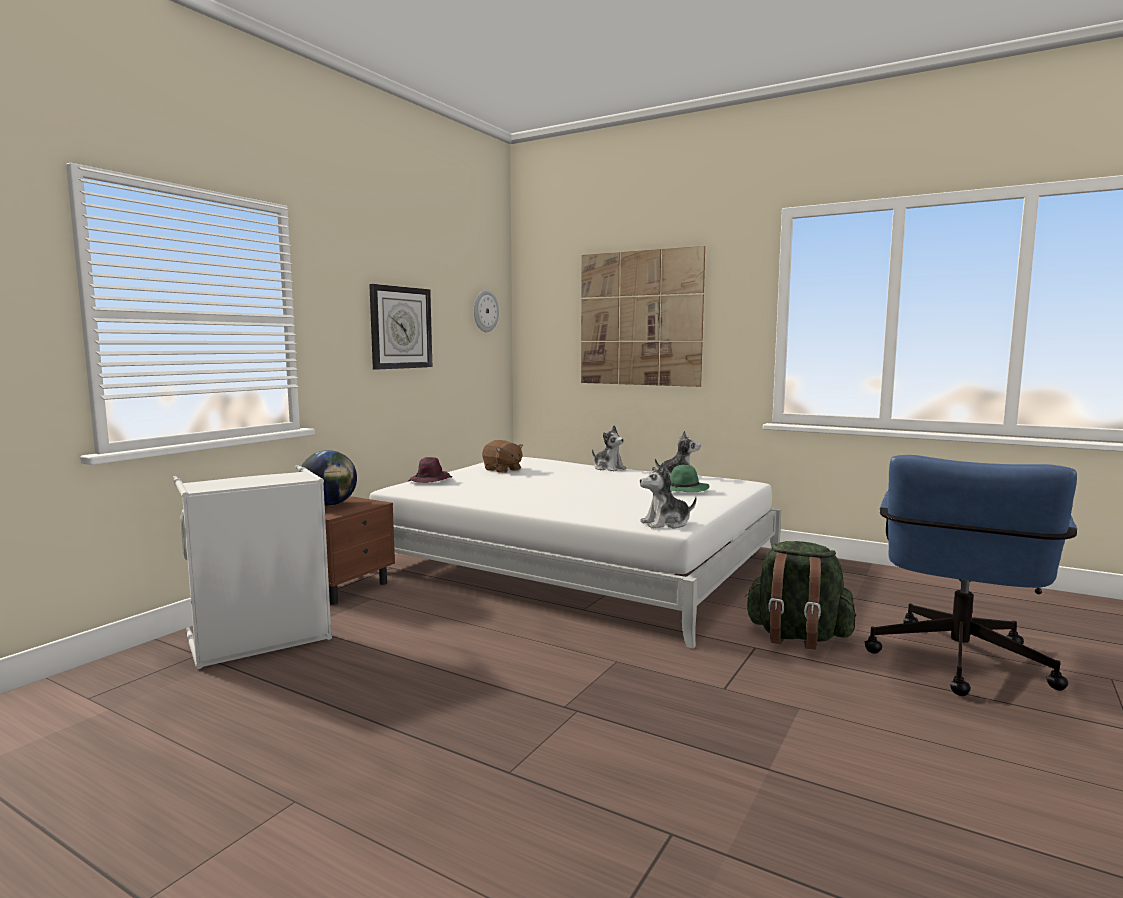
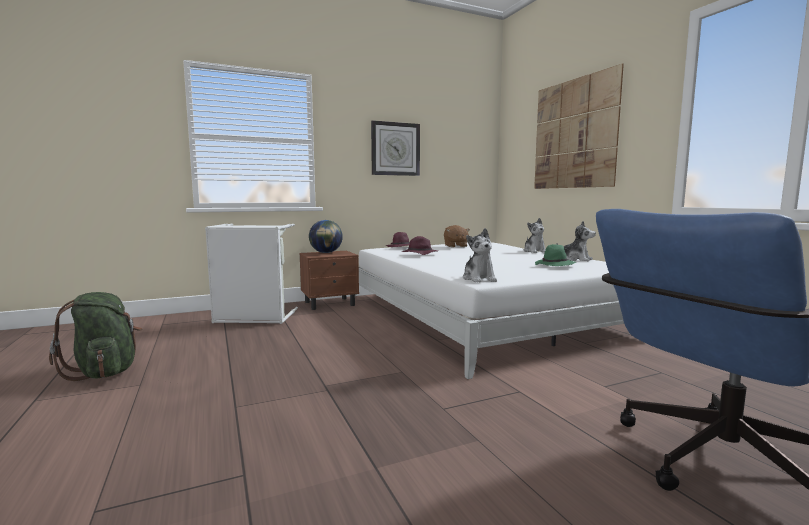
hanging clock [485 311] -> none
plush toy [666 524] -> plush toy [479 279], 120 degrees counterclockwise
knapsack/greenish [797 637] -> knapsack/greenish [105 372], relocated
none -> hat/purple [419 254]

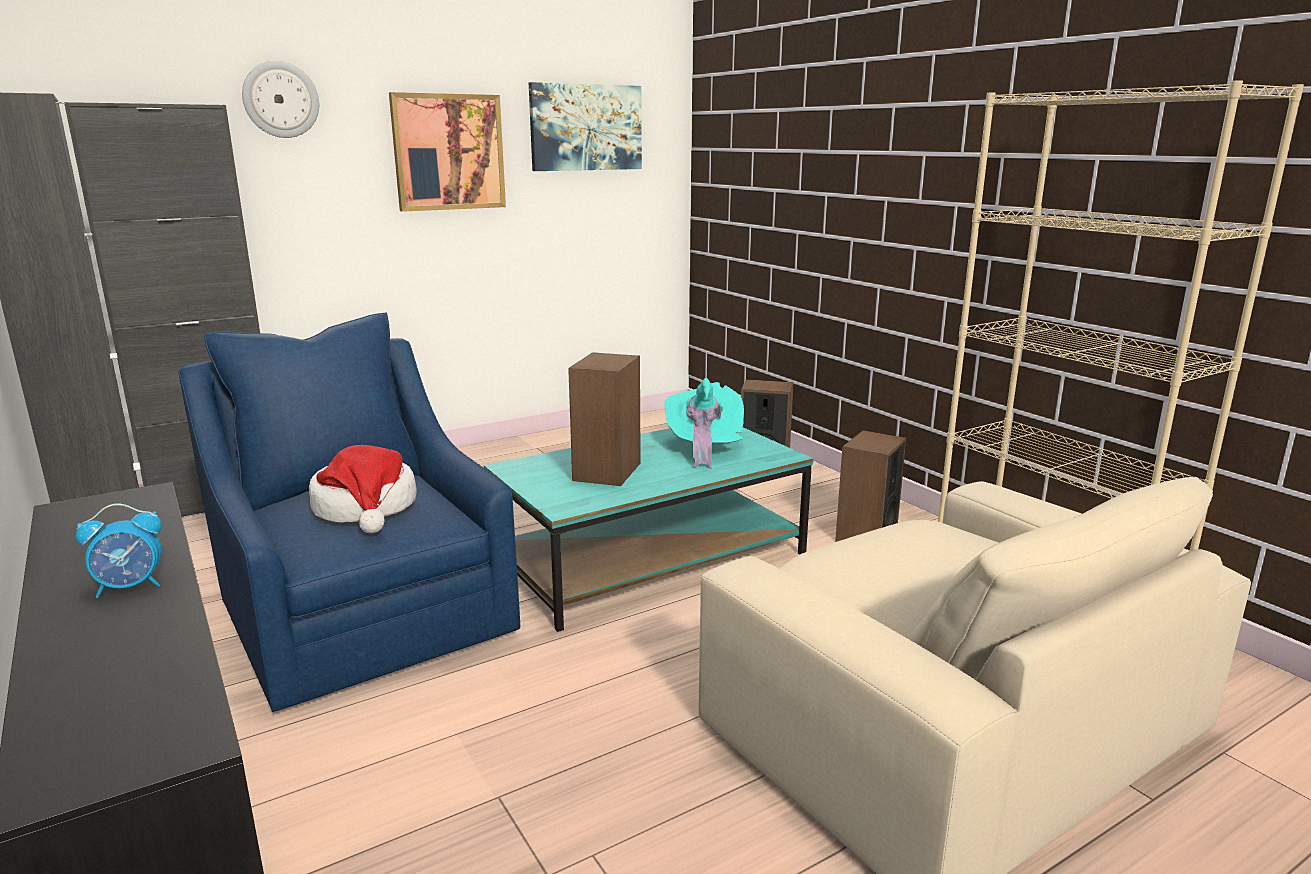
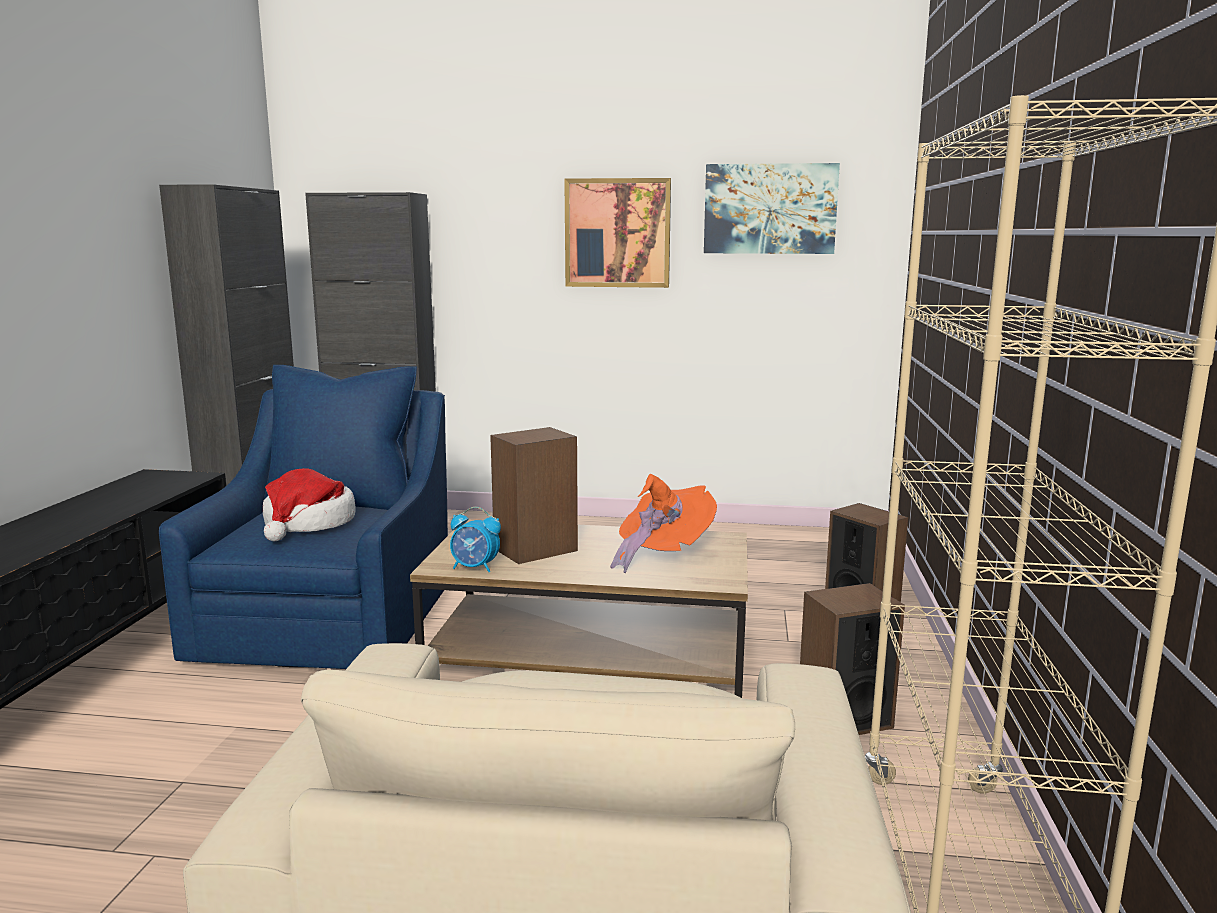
alarm clock [131 587] -> alarm clock [475 568], relocated
hanging clock [281 99] -> none
low table/turquoise [652 557] -> low table/brownish [592 657]
hat/turquoise [703 448] -> hat/orange [661 554]

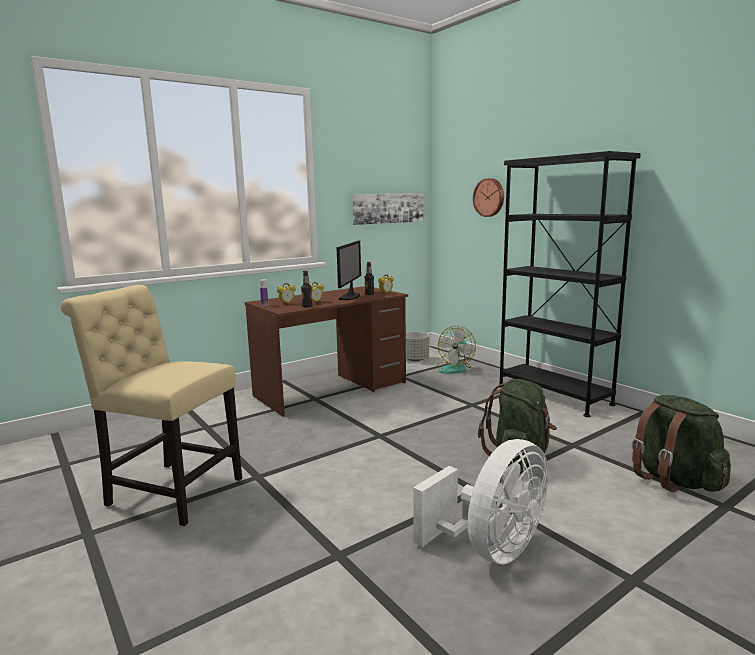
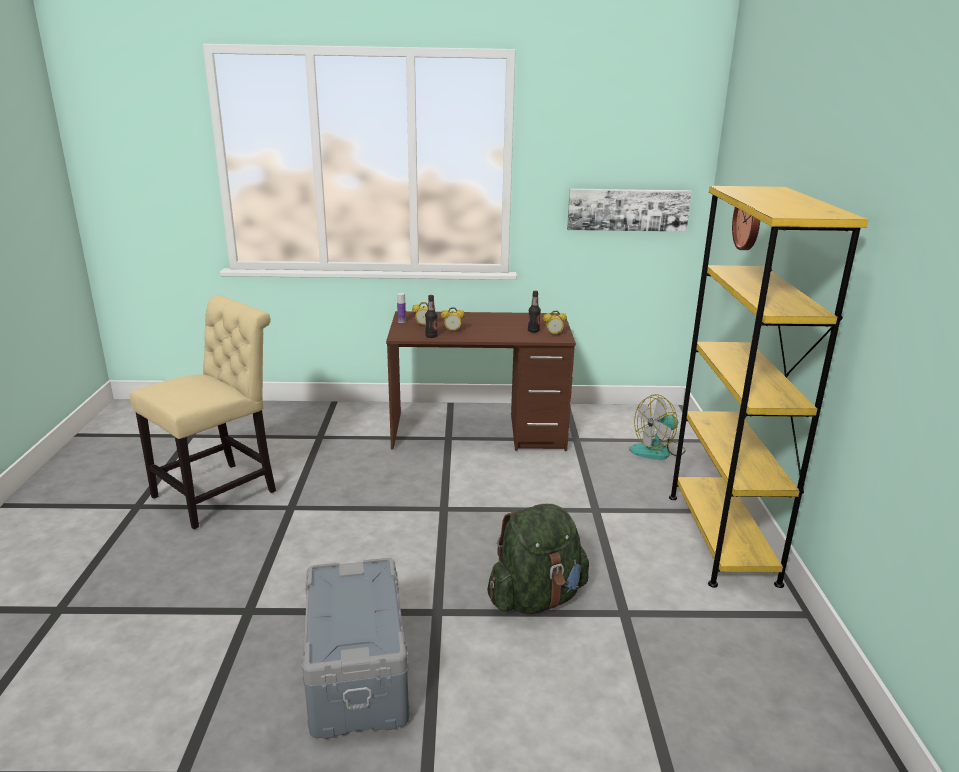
upright chair/sand-coloured [170 491] -> upright chair/sand-coloured [221 492], 75 degrees clockwise
monitor [350 297] -> none
planter/grey [415 359] -> none
cooling fan/white-coloured [491 549] -> storage box/grey [359 674]
bookcase/black [553 395] -> bookcase/yellow [721 537]
knapsack/greenish [674 480] -> none

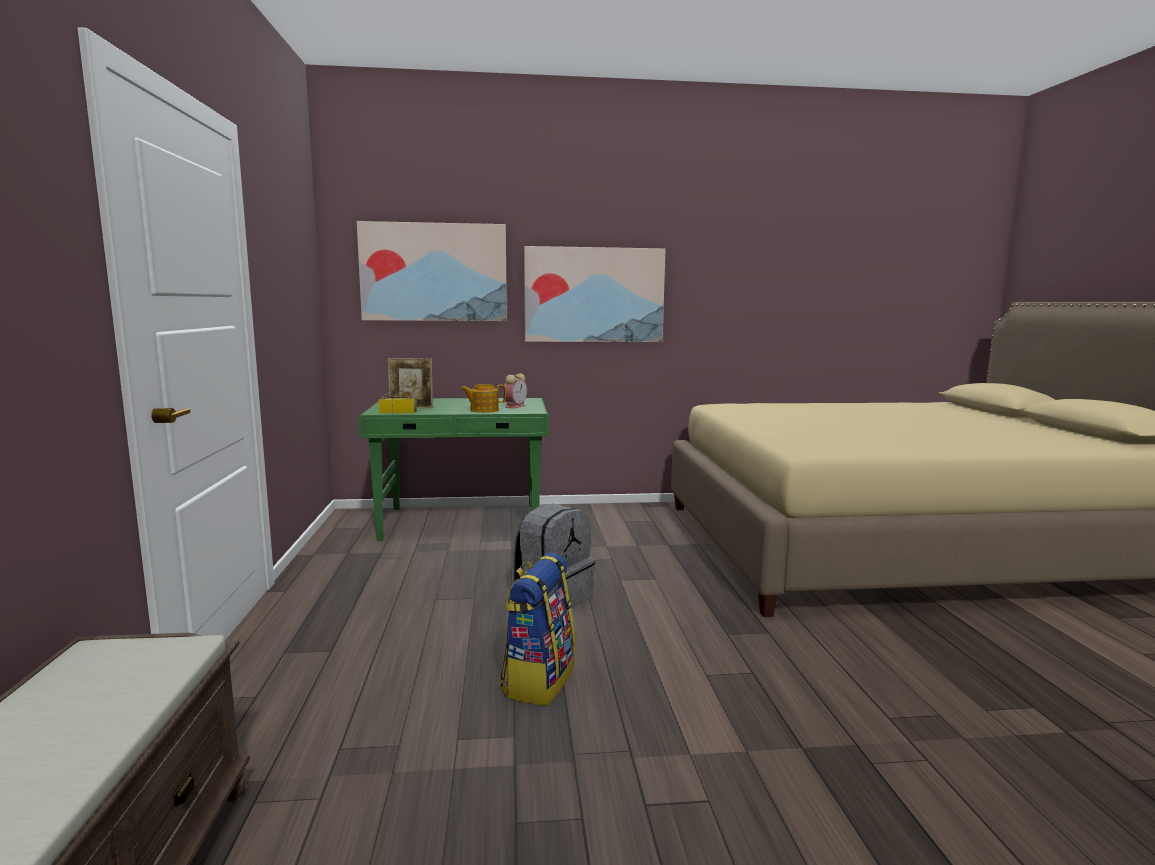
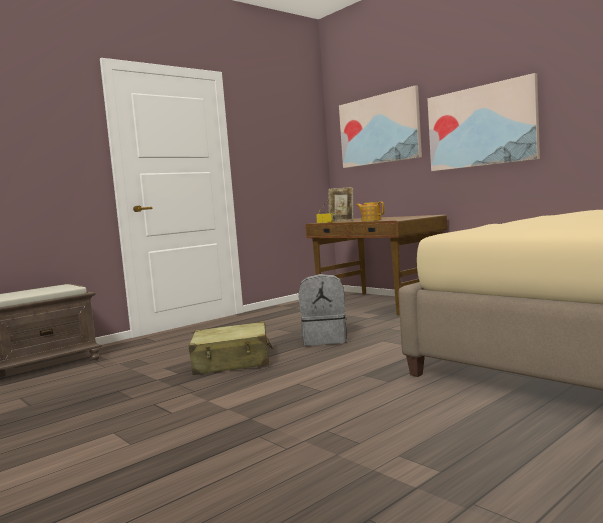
desk/greenish [463 522] -> desk/brownish [379 303]
knapsack [538 680] -> piece of luggage/sand-coloured [232 362]
alarm clock [515 406] -> none

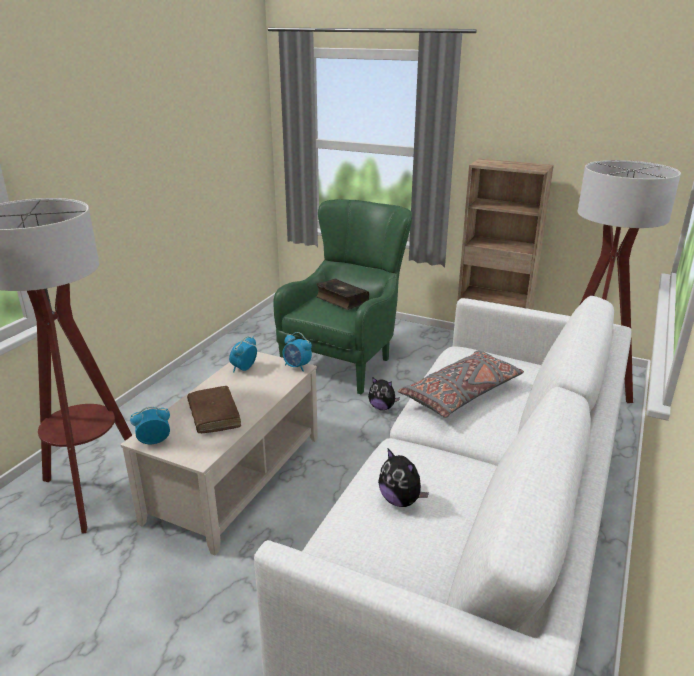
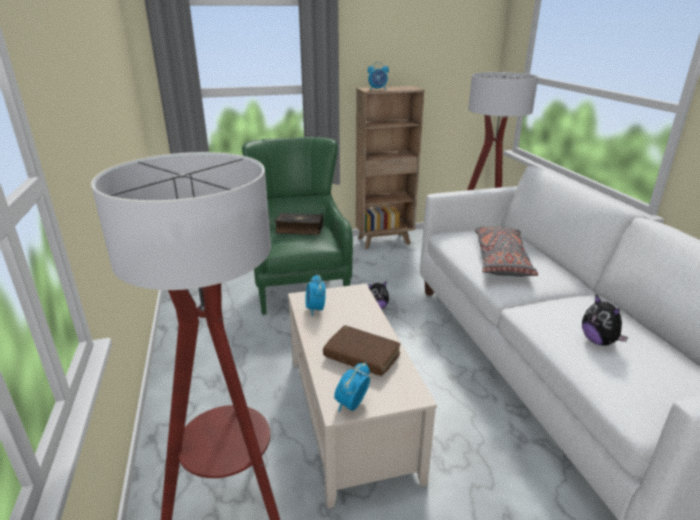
alarm clock [297 366] -> alarm clock [378 89], relocated
plush toy [400 500] -> plush toy [598 341], 60 degrees clockwise

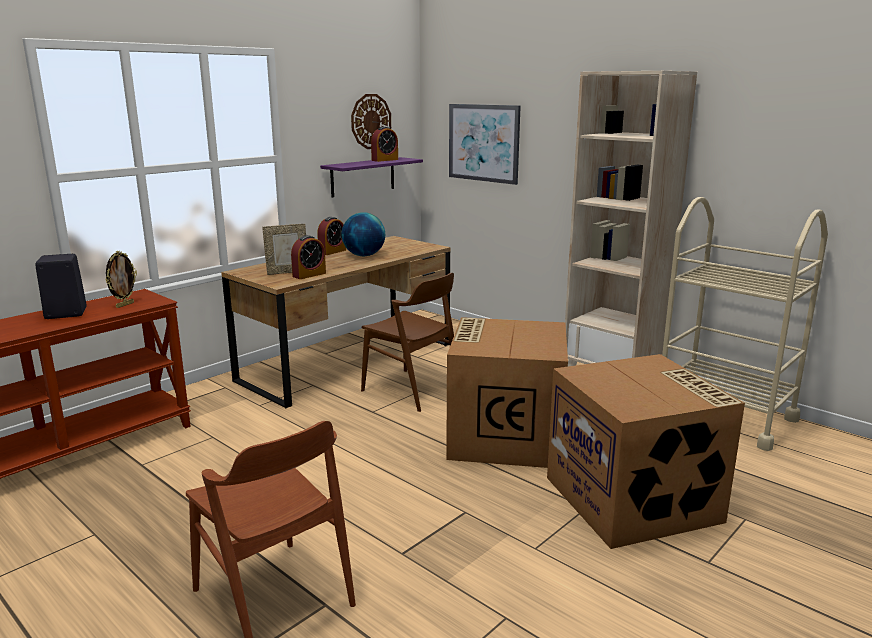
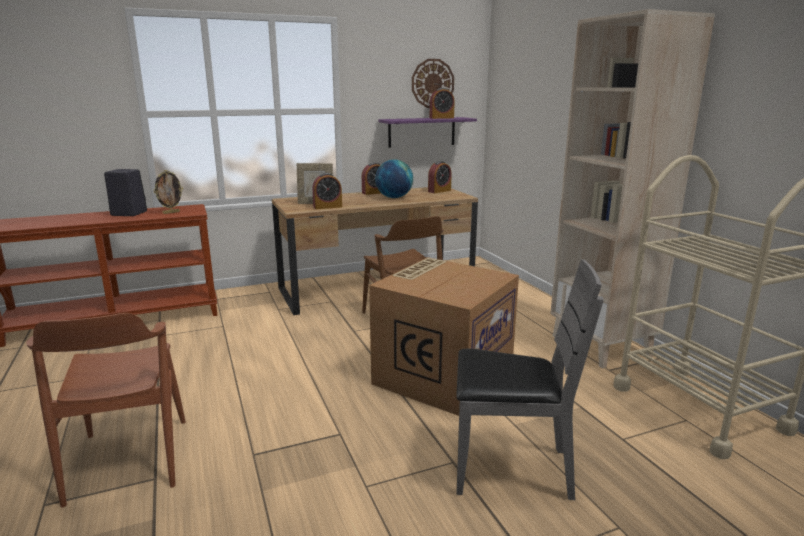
wall art [483 143] -> none
cardboard box [634 500] -> upright chair/grey [510 468]
none -> alarm clock [439 191]

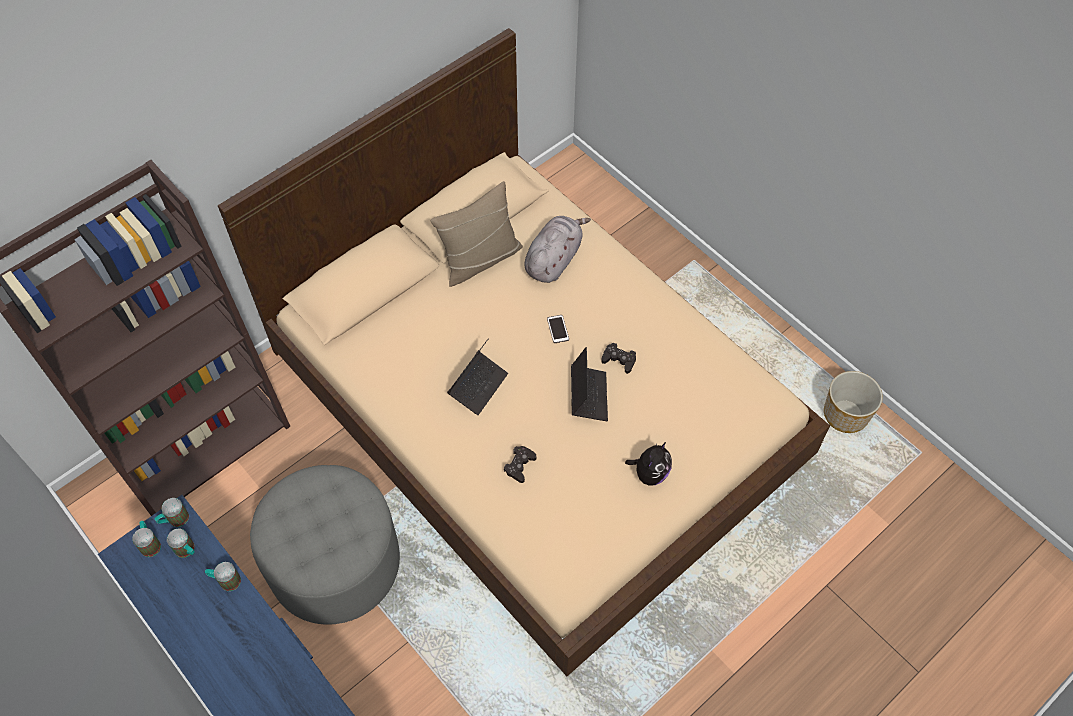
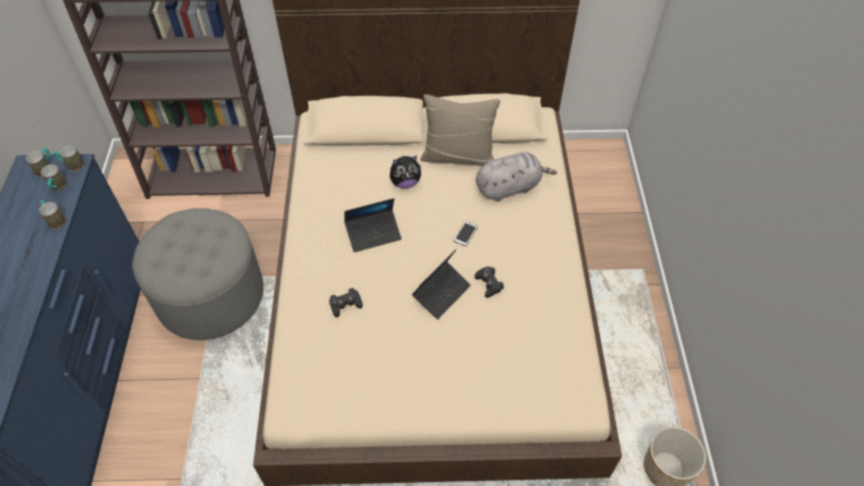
plush toy [650 473] -> plush toy [405 182], relocated

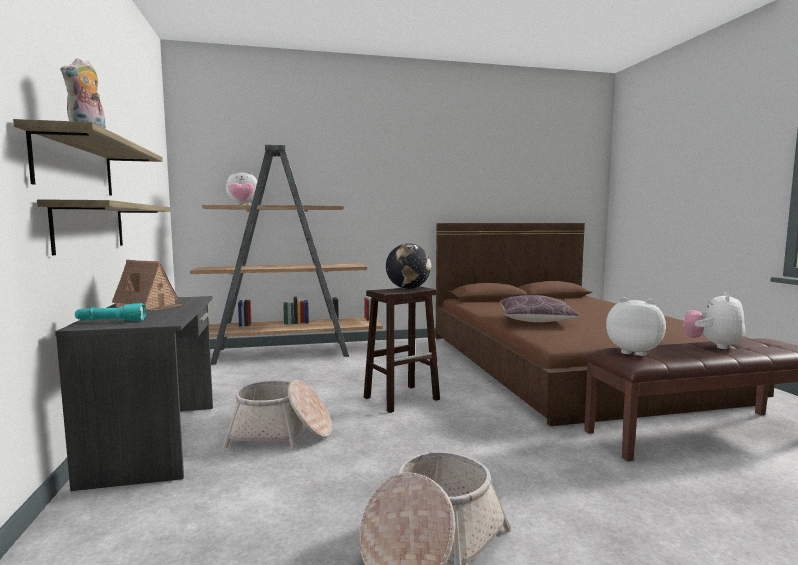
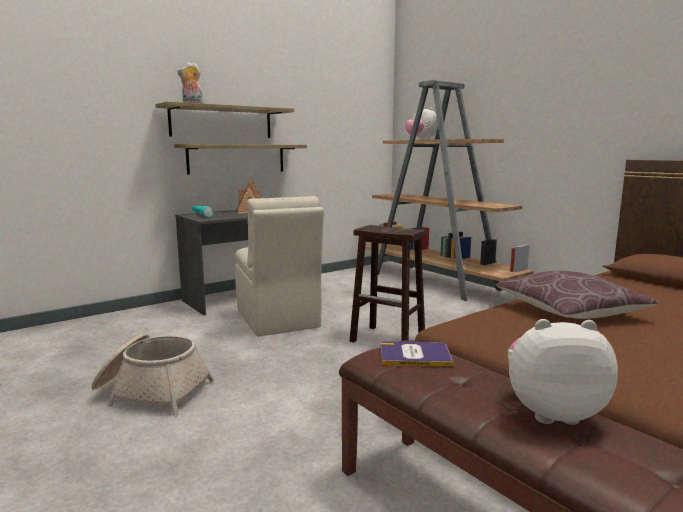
storage basket [281 434] -> upright chair/sand-coloured [278 320]
globe [408 288] -> none
plush toy [633 352] -> bound book [415 355]

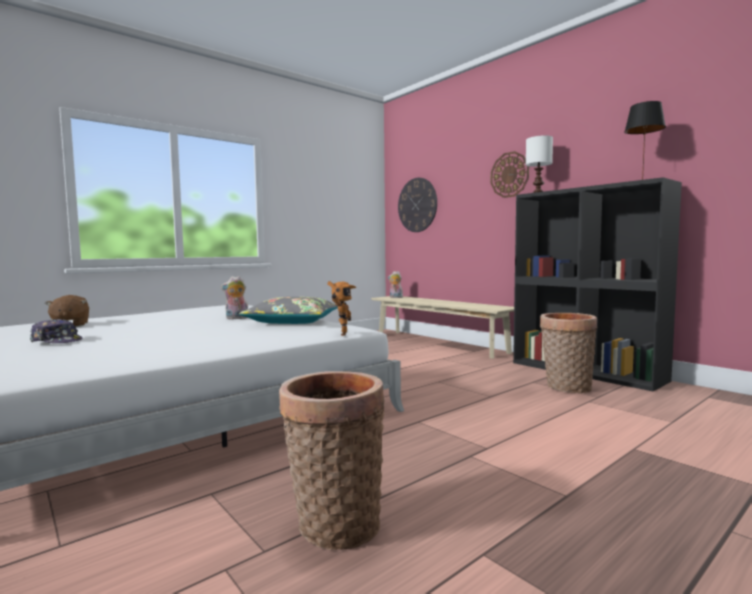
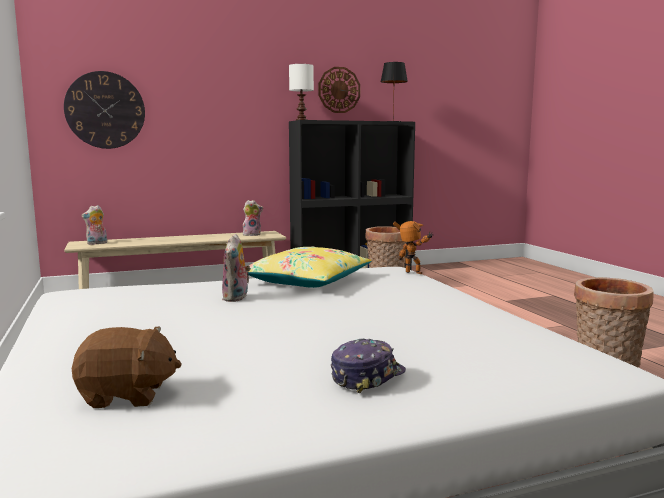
pillow/grey [293 322] -> pillow/yellow [307 281]
hanging clock [509 175] -> hanging clock [339 90], relocated
none -> plush toy [252 234]

